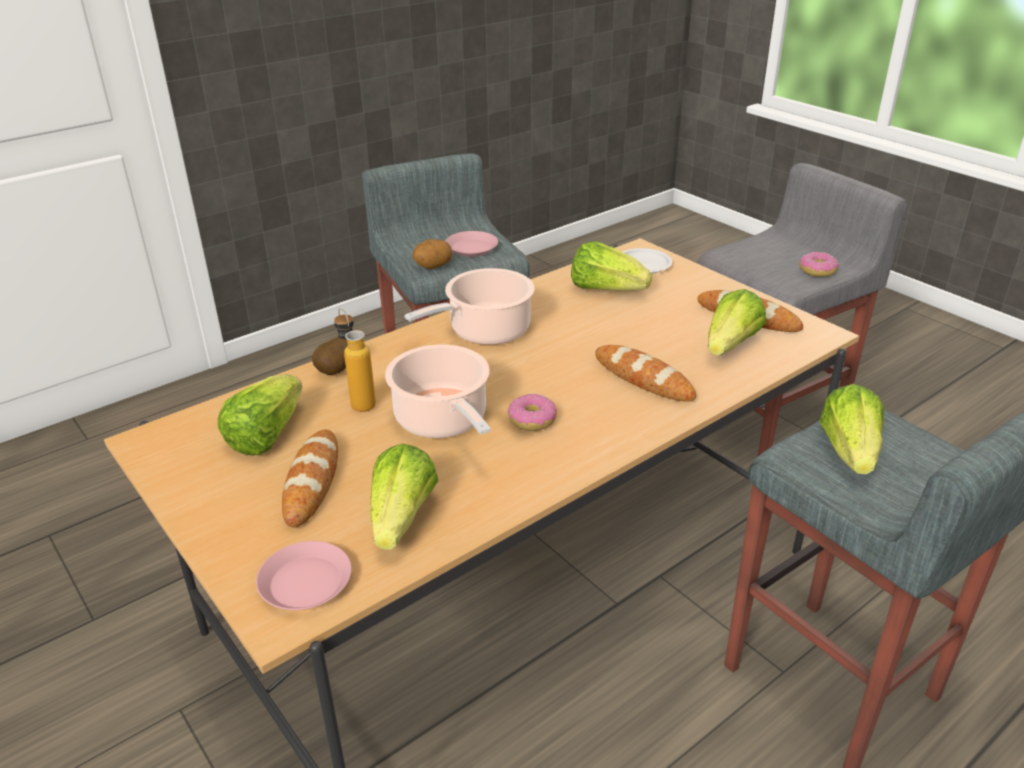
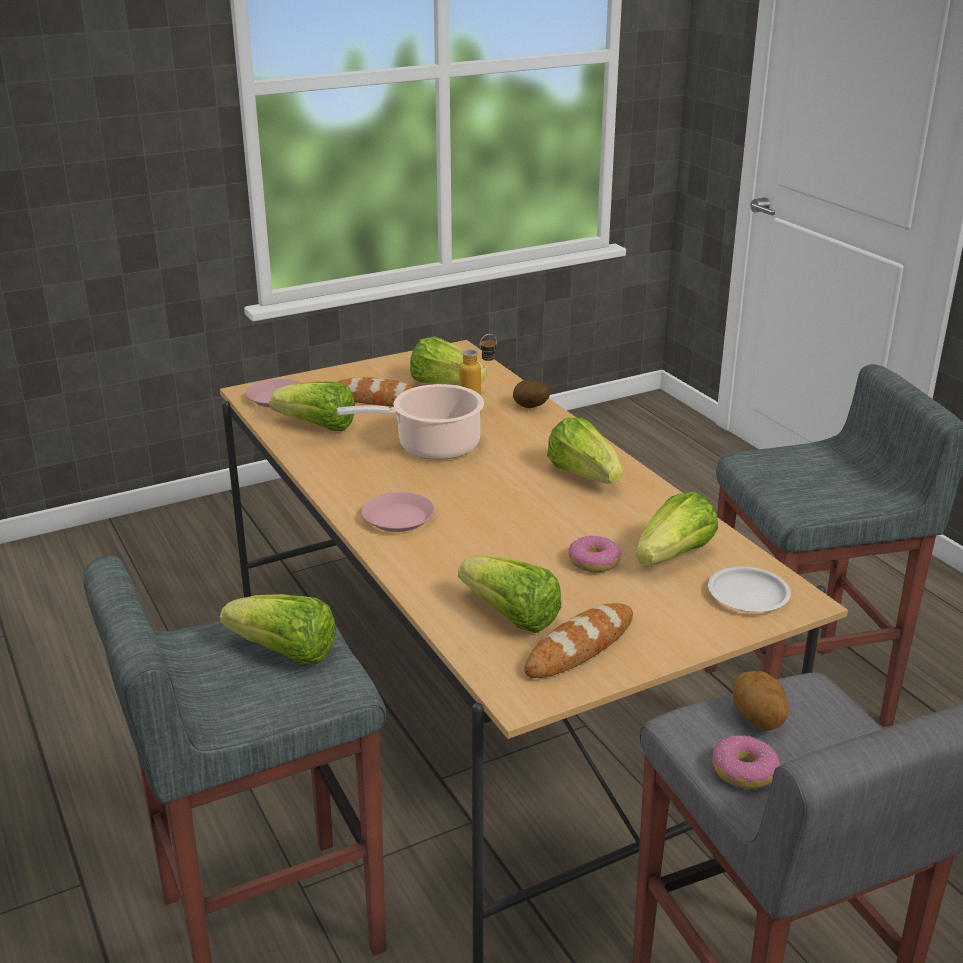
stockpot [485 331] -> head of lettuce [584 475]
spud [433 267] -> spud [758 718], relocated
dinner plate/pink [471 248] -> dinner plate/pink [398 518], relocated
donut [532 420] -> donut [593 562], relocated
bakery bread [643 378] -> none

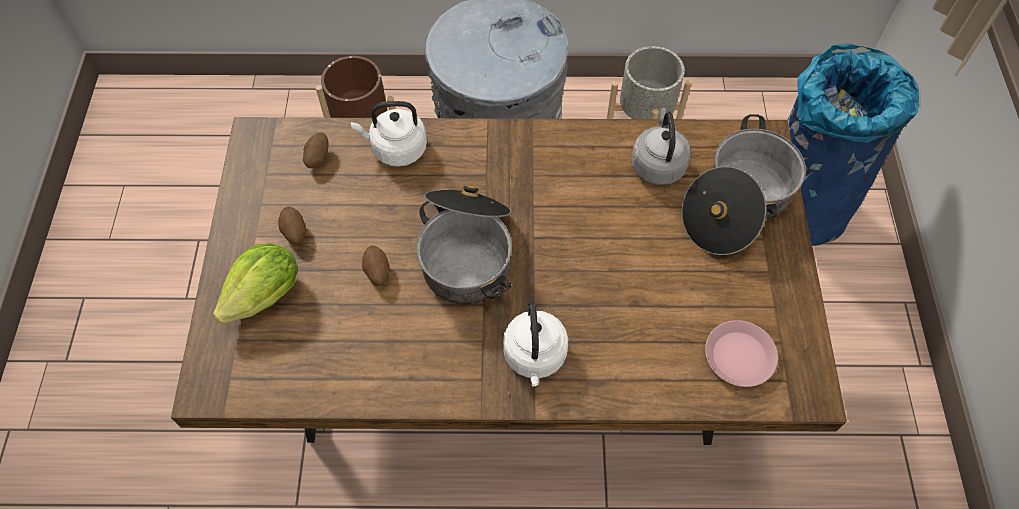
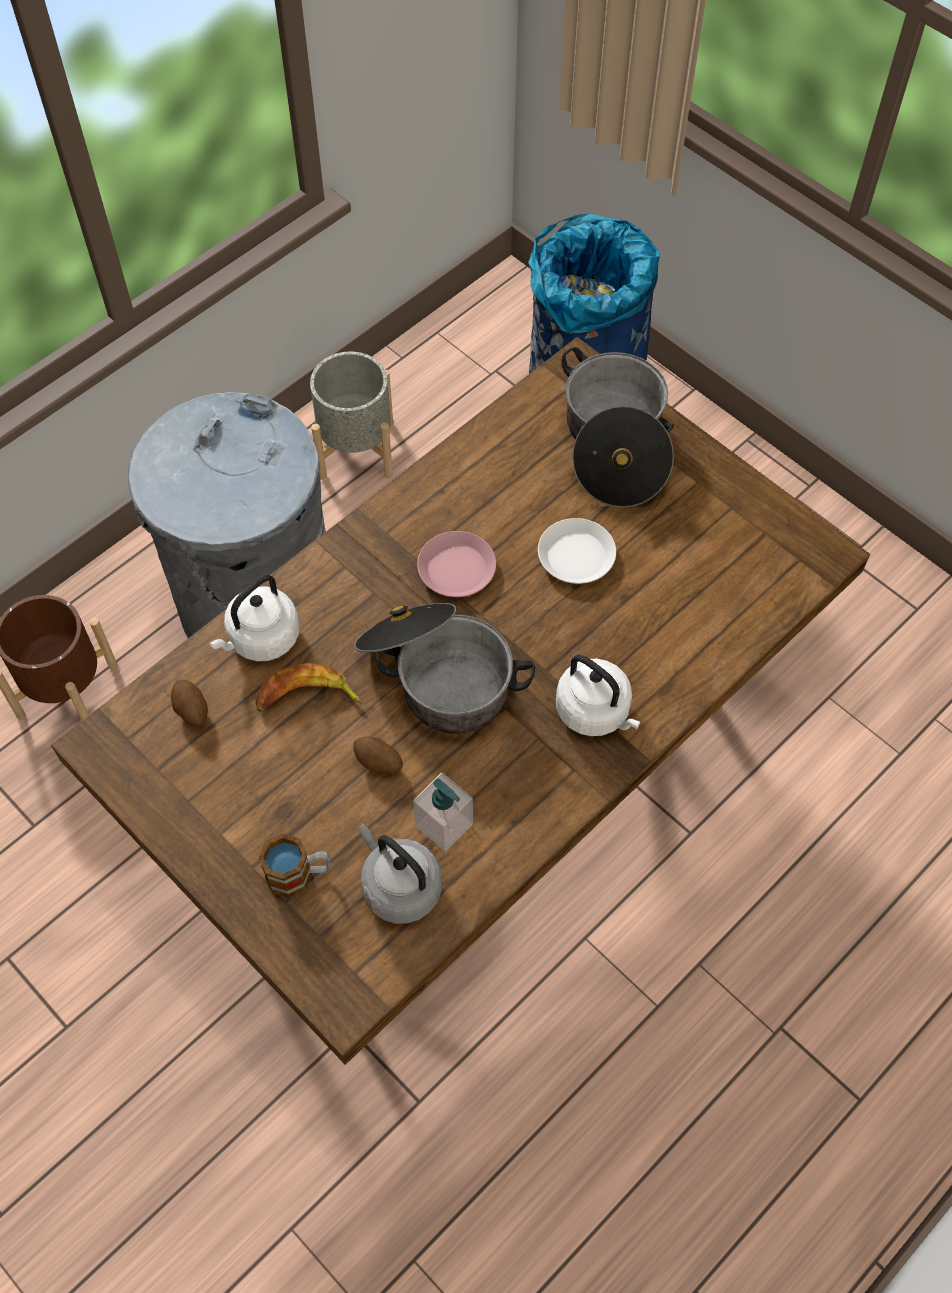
head of lettuce [266 296] -> mug [299 874]
spud [294 233] -> none
tea kettle/grey [657 164] -> tea kettle/grey [399 887], relocated
dinner plate/pink [739 356] -> dinner plate/pink [456 568], relocated
none -> banana fruit [306 697]
none -> soap dispenser [444 825]
none -> dinner plate/white-coloured [576 555]

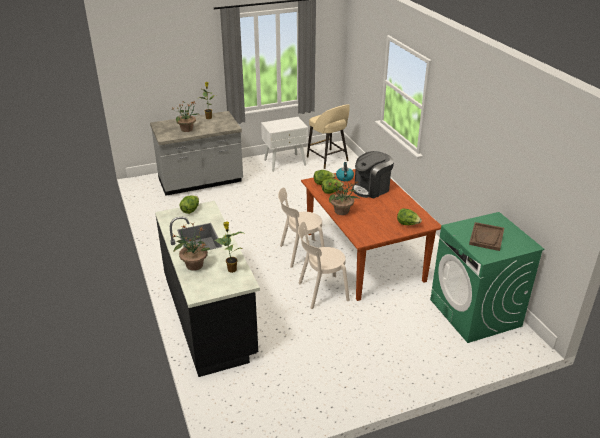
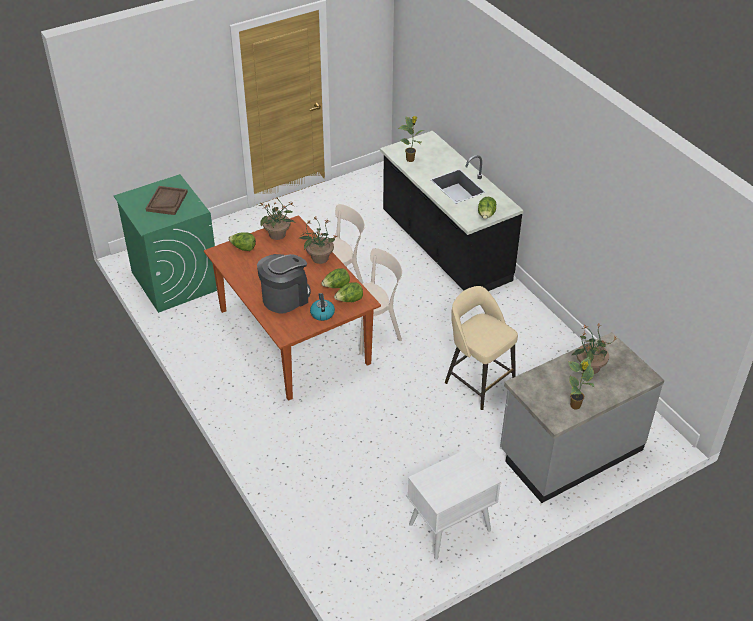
plant in a pot [194 265] -> plant in a pot [278 235], relocated
stool seat/sand-coloured [328 159] -> stool seat/sand-coloured [478 382], relocated

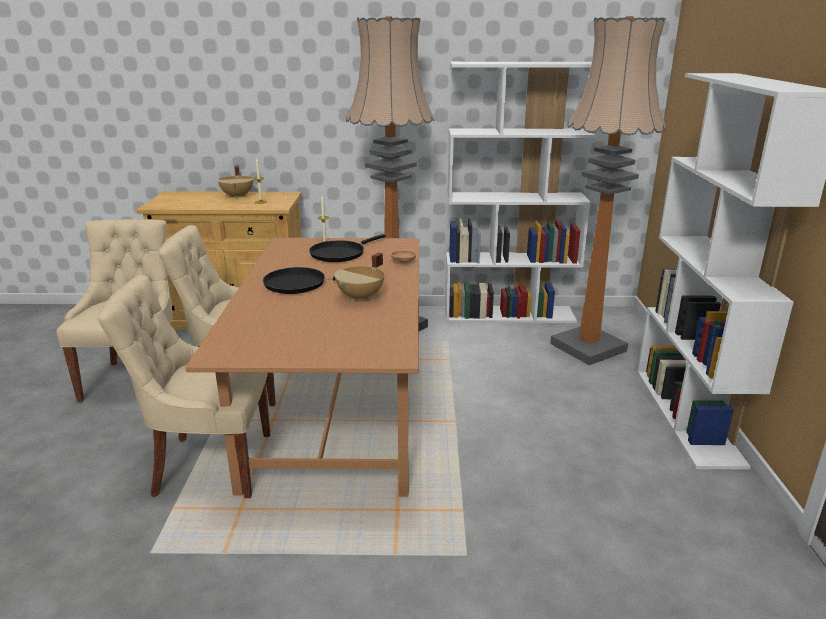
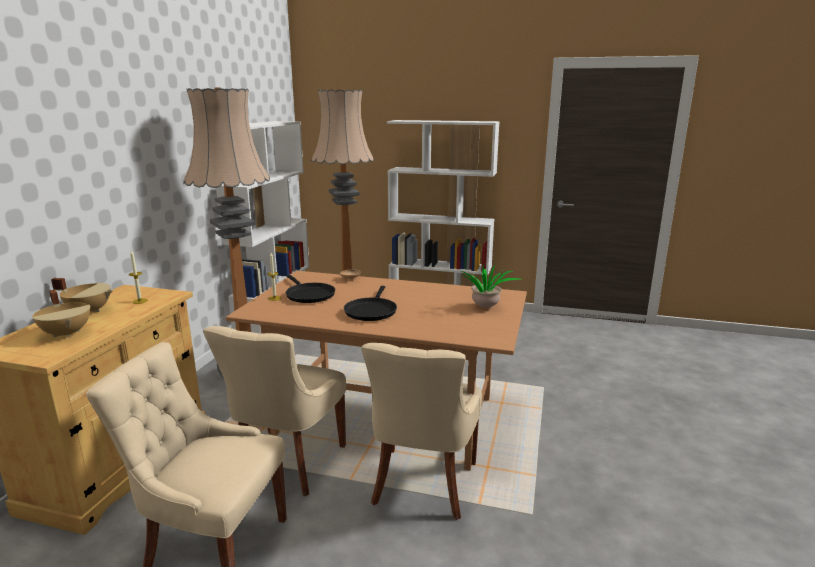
stockpot/sand-coloured [361 297] -> stockpot/sand-coloured [67 333], relocated
none -> plant in a pot [485 308]

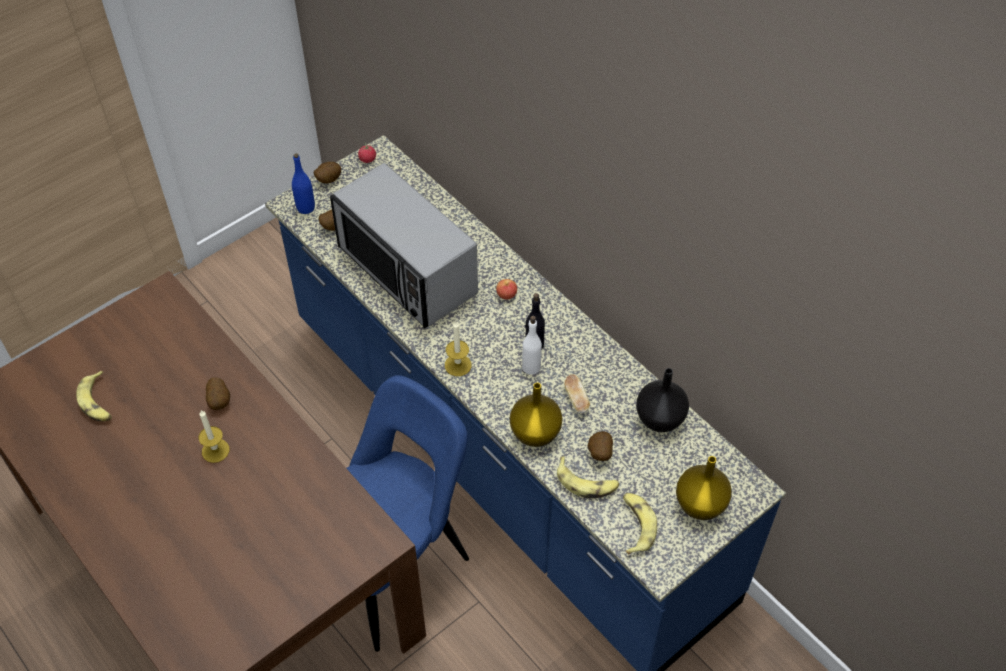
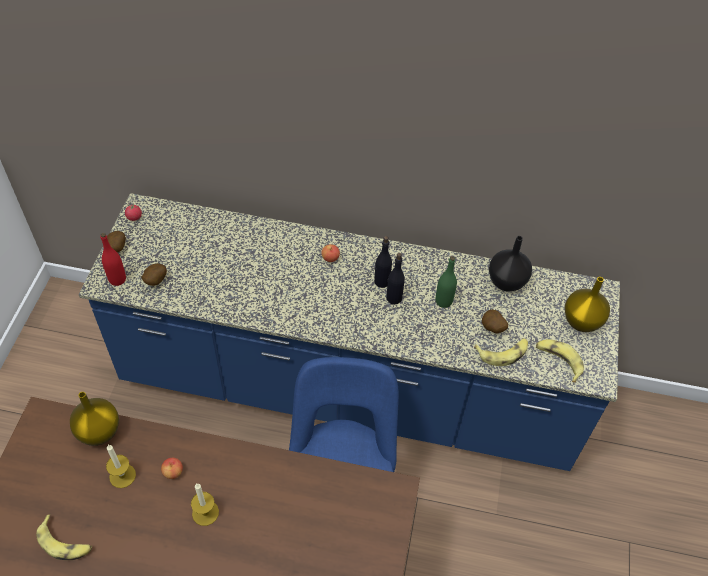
spud [220 401] -> whole apple [173 472]
beverage bottle/blue [305 208] -> beverage bottle/red-coloured [117 279]
kitchen microwave [406 271] -> none
candle [458 365] -> candle [122 475], relocated
decorative vase/yellow [536 433] -> decorative vase/yellow [100 431], relocated
beverage bottle/white-coloured [531 367] -> beverage bottle/black [394 298]
bakery bread [576 399] -> beverage bottle/greenish [443 301]

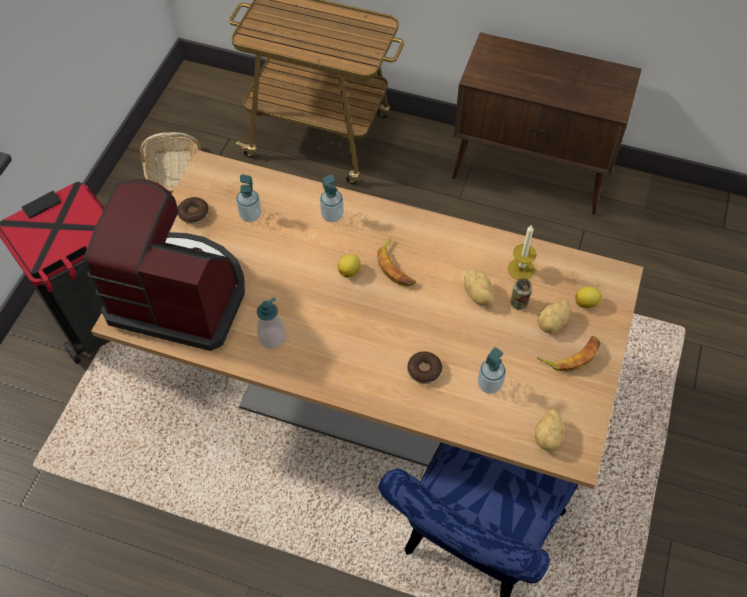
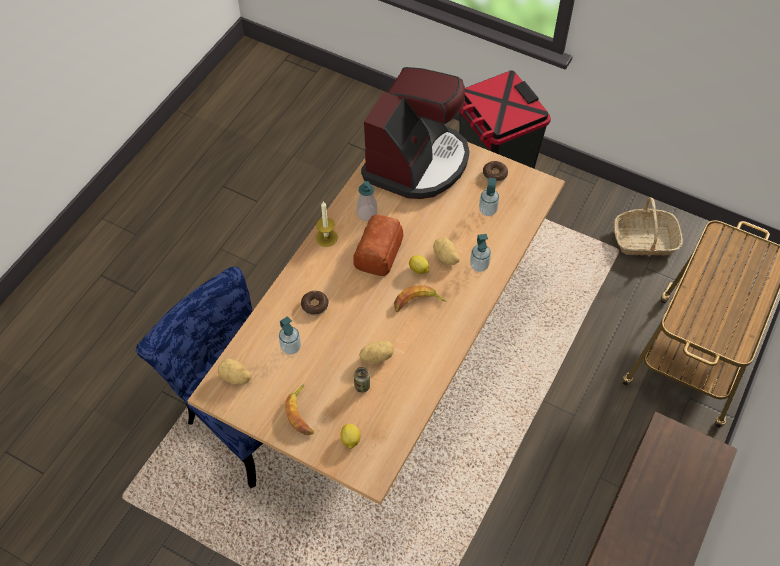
candle [521 269] -> candle [326 237], relocated
spud [553 323] -> spud [445 257], relocated
none -> bakery bread [379 251]

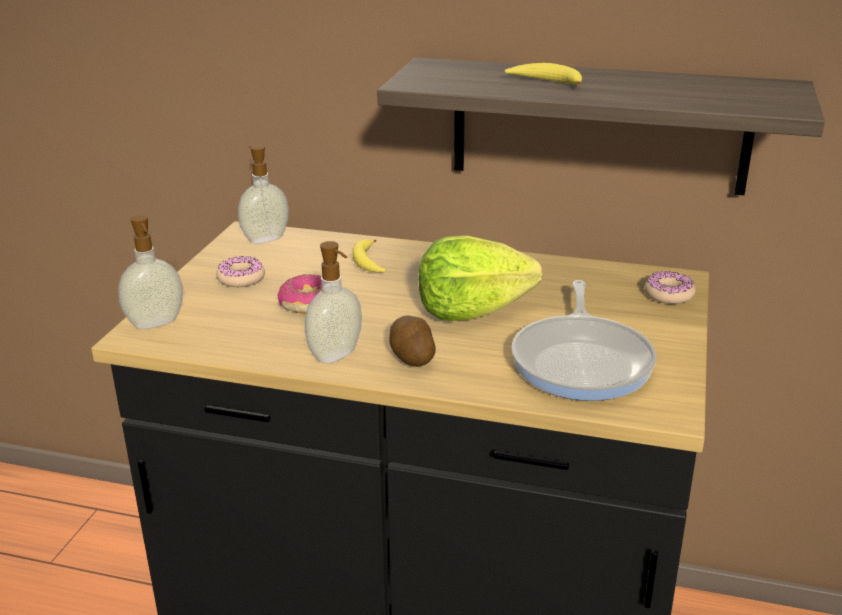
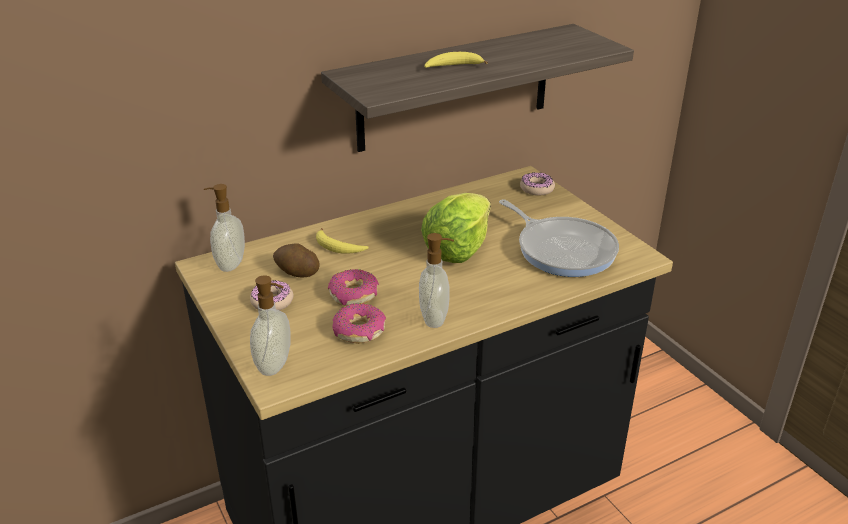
spud [411 357] -> spud [296 272], relocated
none -> donut [359 331]

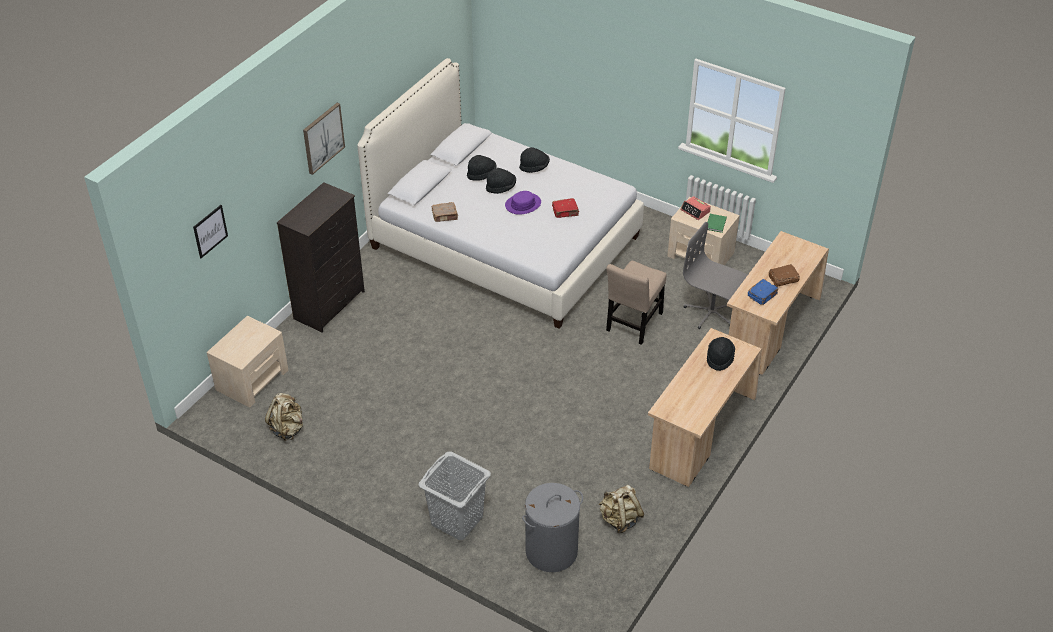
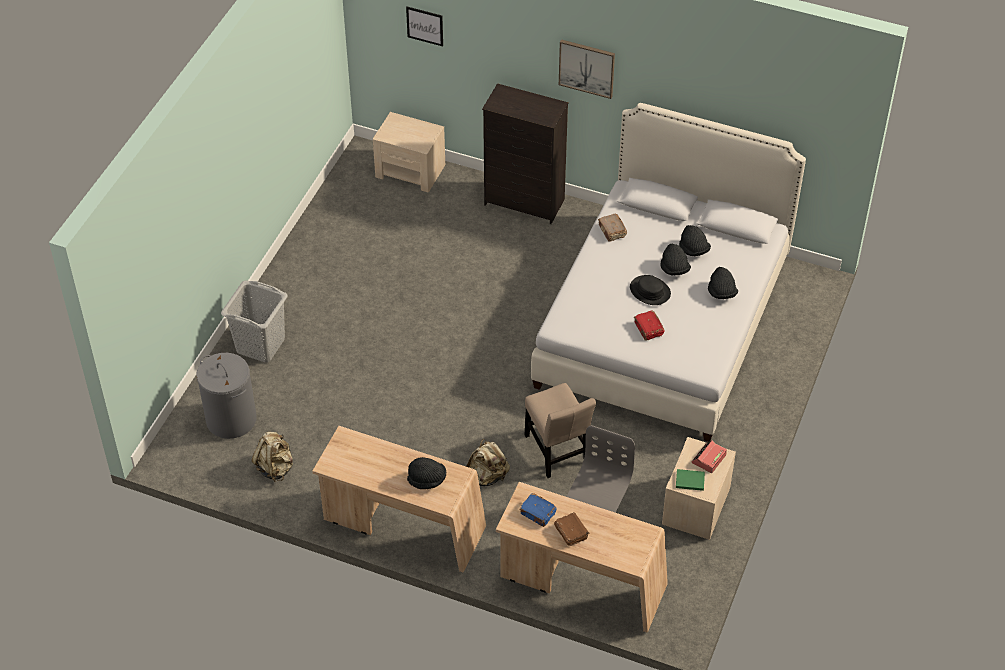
knapsack/sand-coloured [287 429] -> knapsack/sand-coloured [486 476], relocated
hat/purple [523 204] -> hat/black [650 291]
upright chair/sand-coloured [633 324] -> upright chair/sand-coloured [557 452], 135 degrees counterclockwise

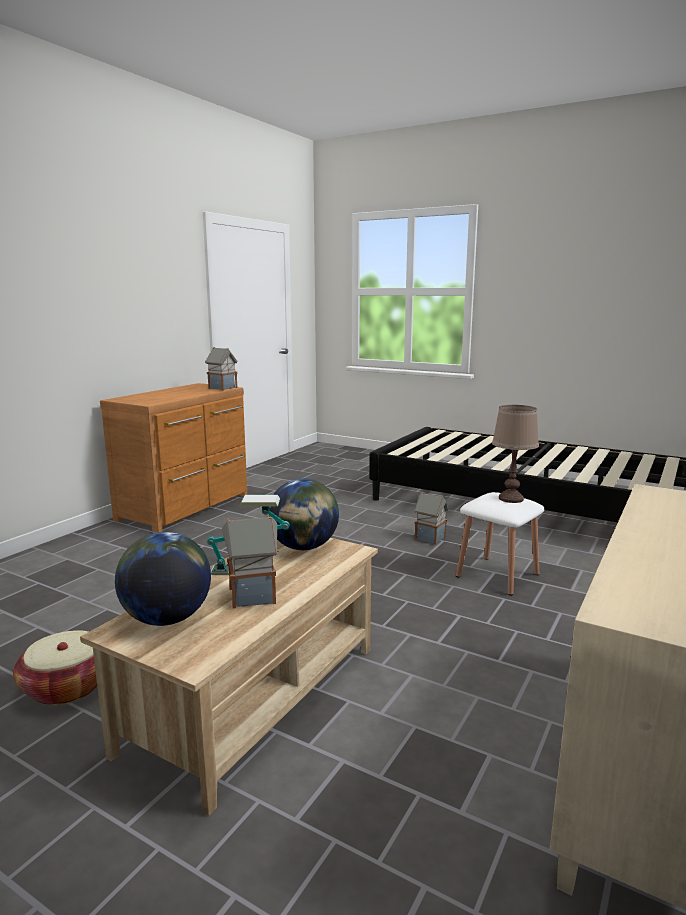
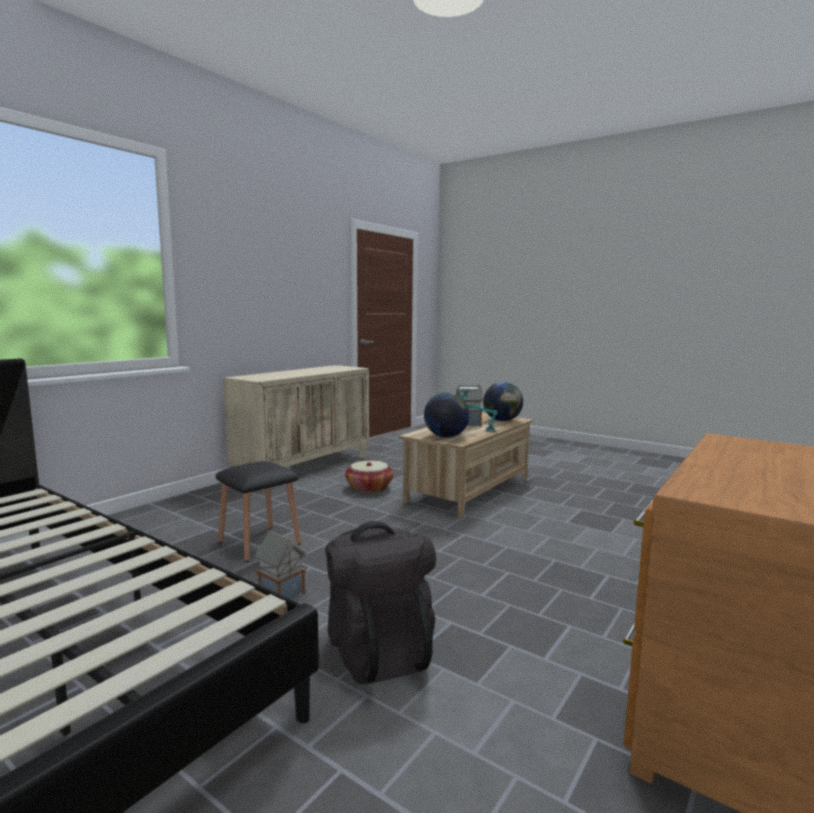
storage basket [67 687] -> storage basket [369 488], relocated
miniature house [222 388] -> none
stool seat/white-coloured [497 575] -> stool seat/black [259 543]
tabletop lamp/brownish [510 499] -> none
none -> knapsack/black [378 649]

